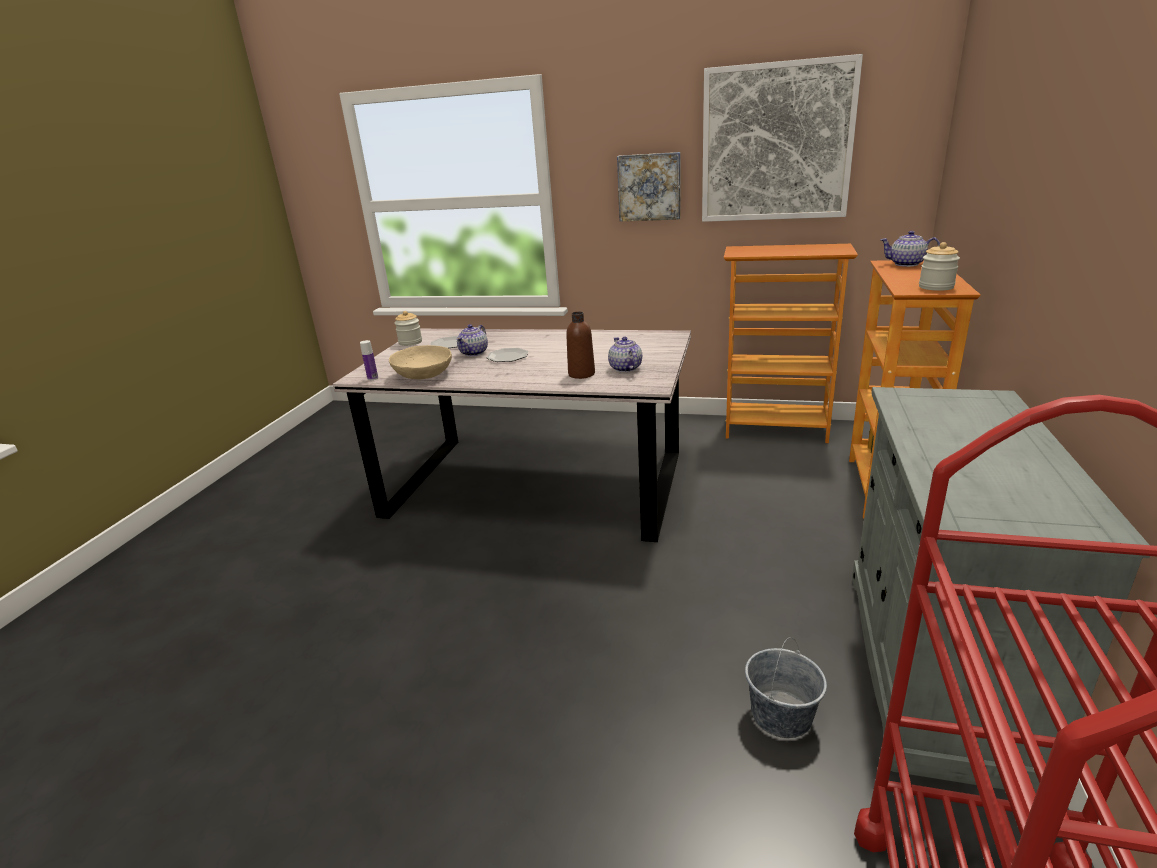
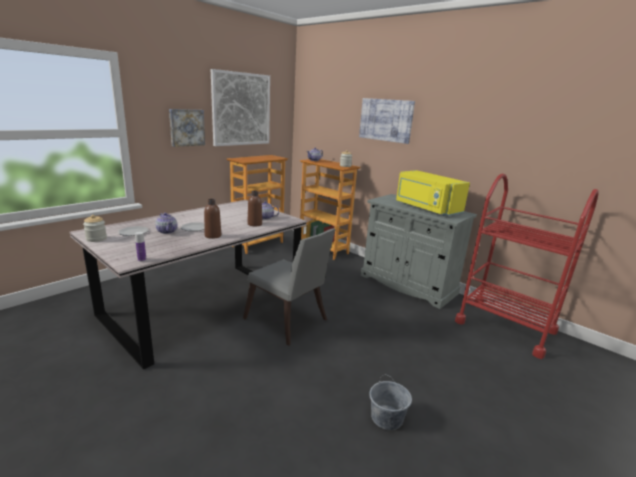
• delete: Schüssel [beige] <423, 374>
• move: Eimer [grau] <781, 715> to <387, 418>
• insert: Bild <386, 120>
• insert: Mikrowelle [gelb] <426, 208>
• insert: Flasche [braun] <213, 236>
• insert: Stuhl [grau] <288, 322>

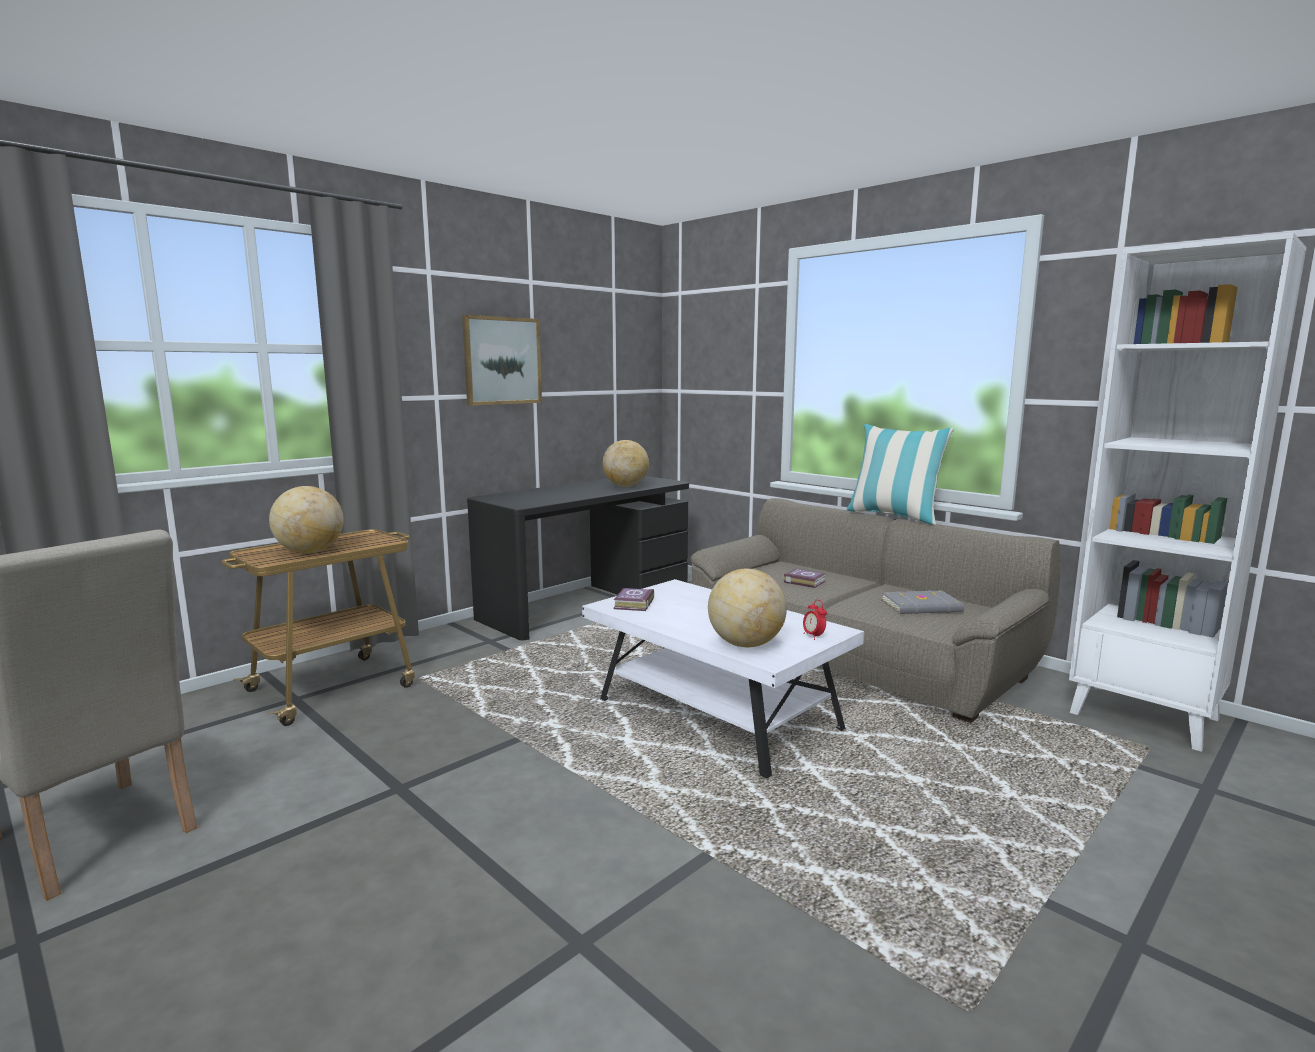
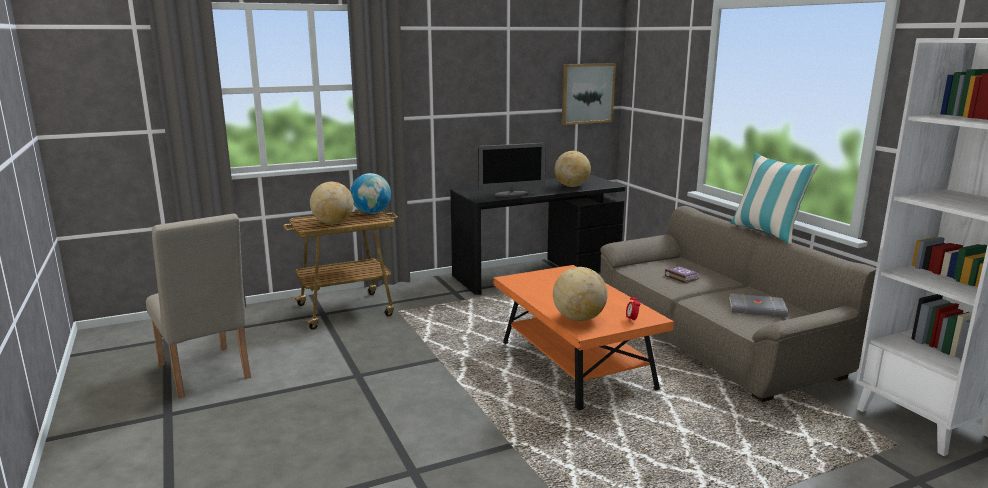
• move: Bild <502, 361> to <587, 93>
• recolor: Couchtisch [weiß] <716, 716> to Couchtisch [orange] <574, 366>
• delete: Buch <633, 604>
• insert: Monitor <511, 194>
• insert: Globus <371, 213>

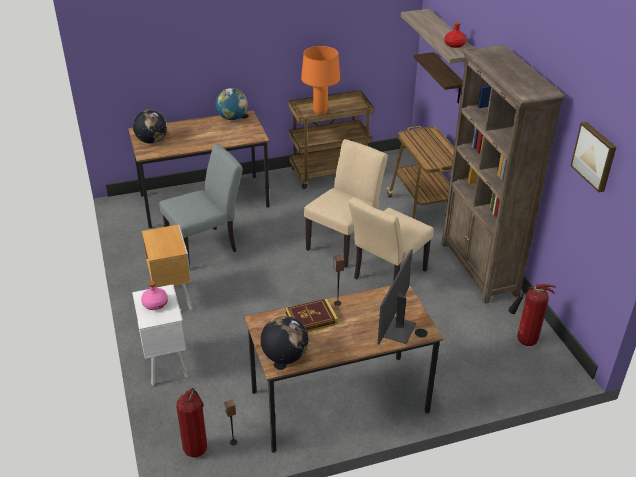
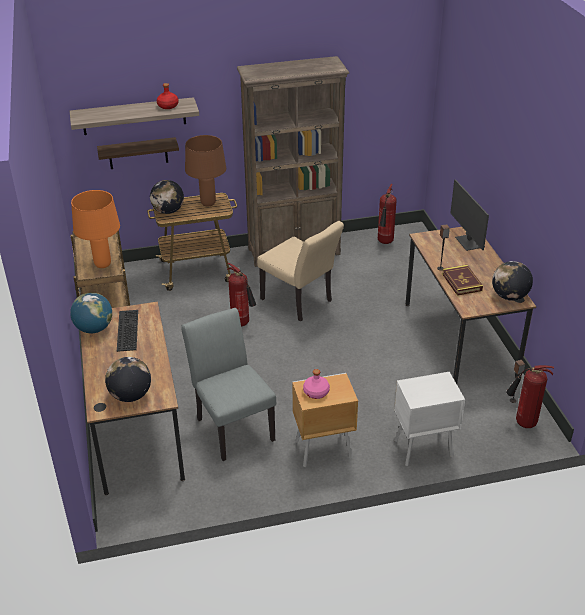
• delete: Bild <595, 156>
• replace: Stuhl [beige] <344, 242> to Feuerlöscher <242, 324>
• rotate: Monitor <398, 329> = <469, 242> 45 degrees clockwise
• move: Flasche [rosa] <155, 303> to <316, 392>
• insert: Tischlampe [braun] <208, 203>
• insert: Globus <168, 211>
• insert: Tastatur <126, 330>

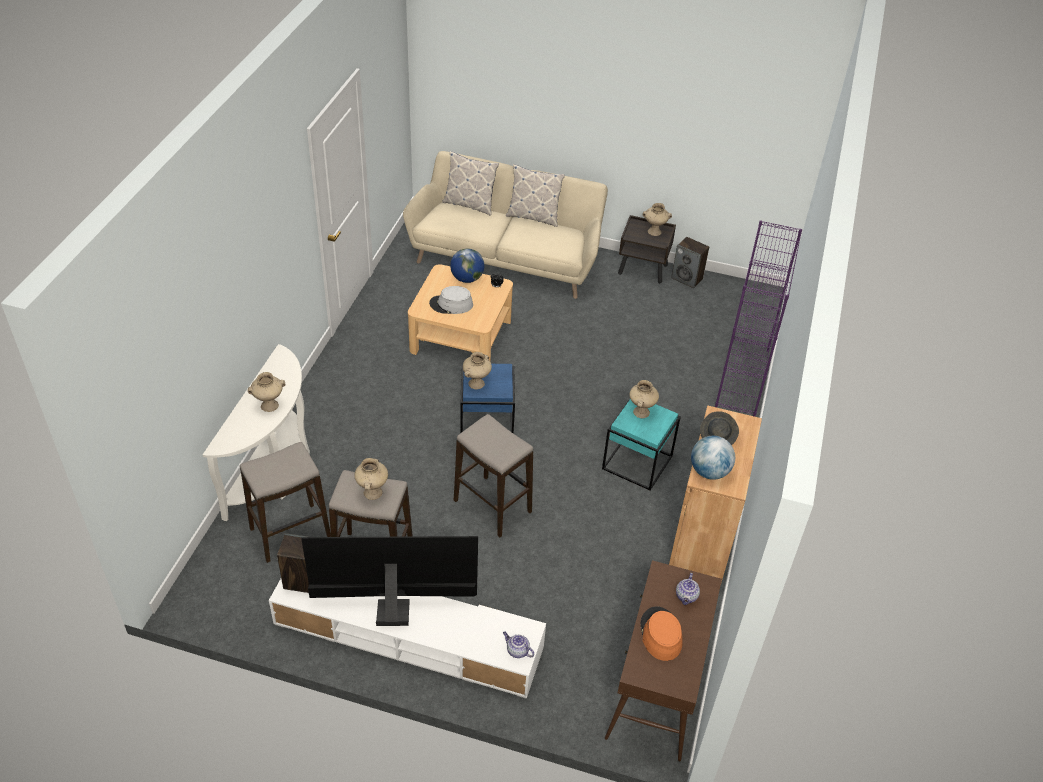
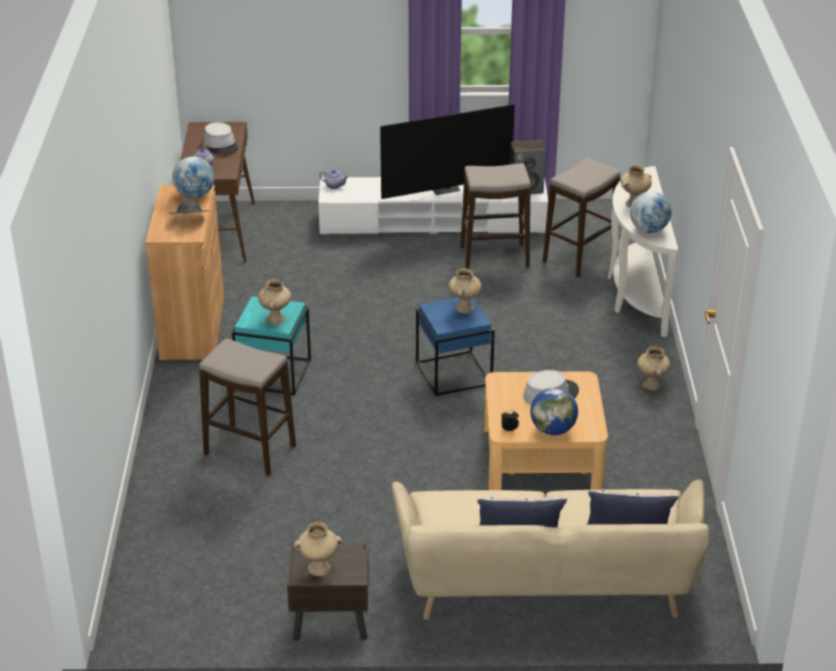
• delete: Bücherregal [lila] <742, 380>
• delete: Lautsprecher <687, 278>
• move: Hocker <492, 506> to <250, 450>
• move: Vase [beige] <372, 492> to <651, 385>
• recolor: Hut [orange] <660, 634> to Hut [grau] <221, 145>
• insert: Globus <649, 230>

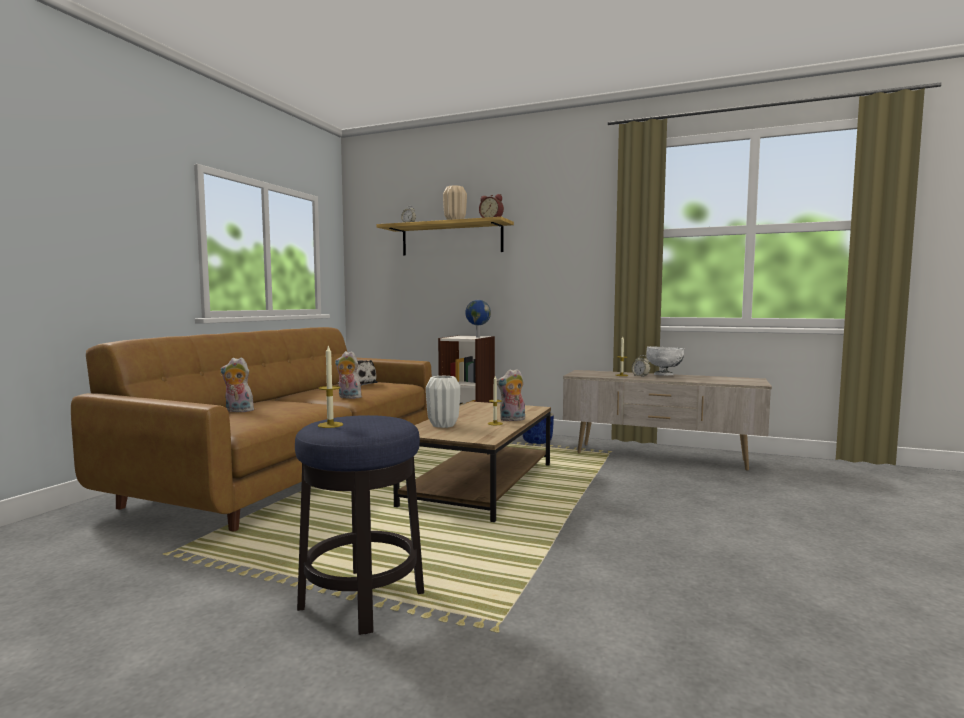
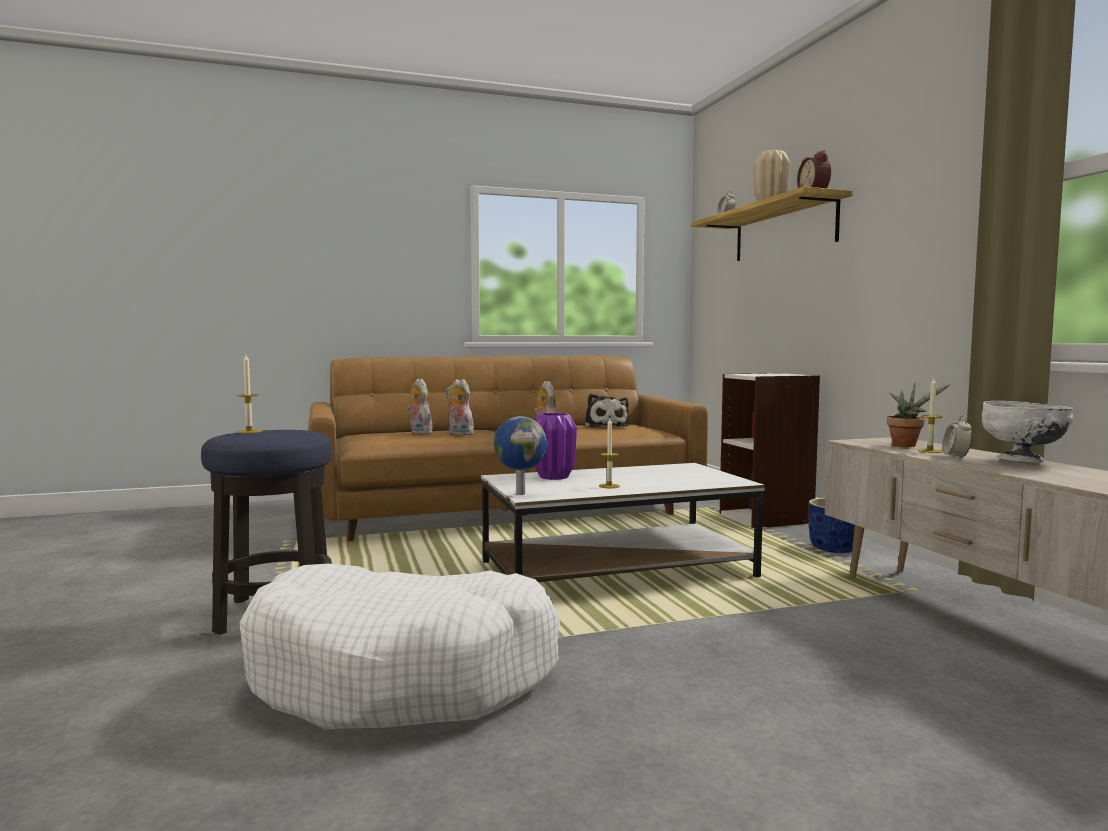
• move: Globus <477, 337> to <520, 493>
• move: Plüschtier <512, 420> to <458, 434>
• recolor: Vase [weiß] <443, 425> to Vase [lila] <554, 477>
• recolor: Couchtisch [braun] <480, 483> to Couchtisch [weiß] <618, 569>
• insert: Topfpflanze <907, 445>
• insert: Hundebett [weiß] <404, 675>

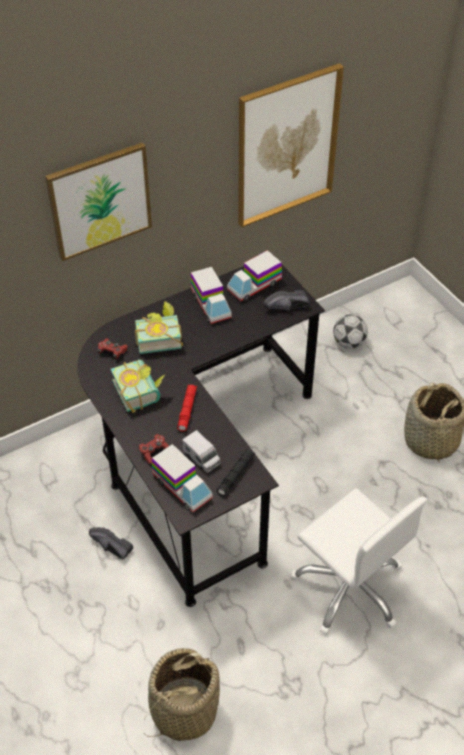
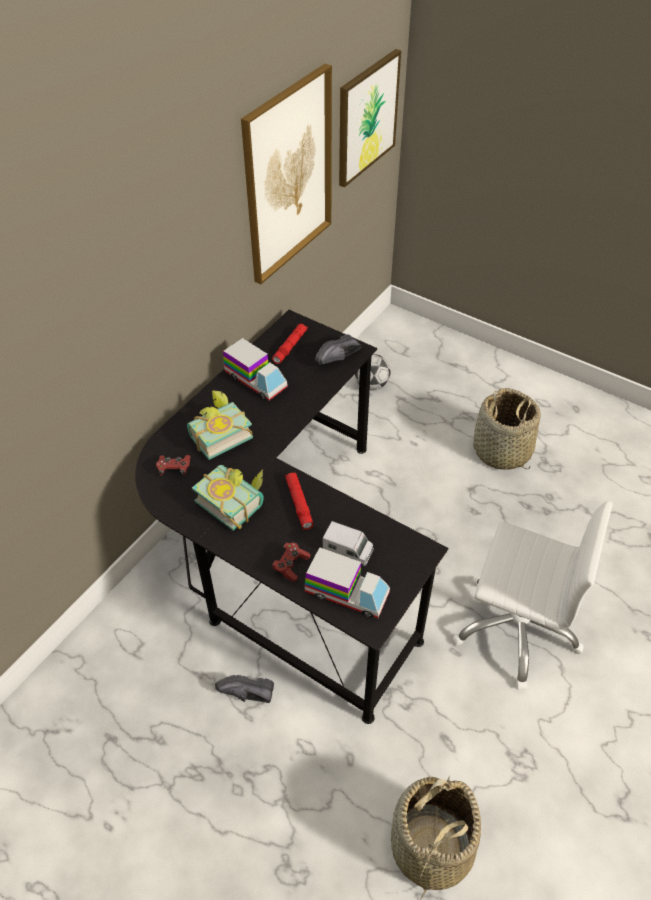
• move: Bild <100, 201> to <367, 118>
• replace: Spielzeuglaster <254, 286> to Taschenlampe [rot] <290, 347>
• delete: Taschenlampe [schwarz] <236, 475>

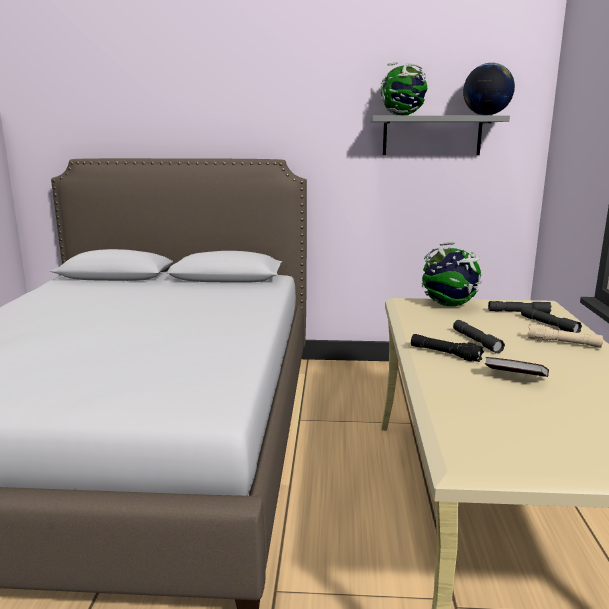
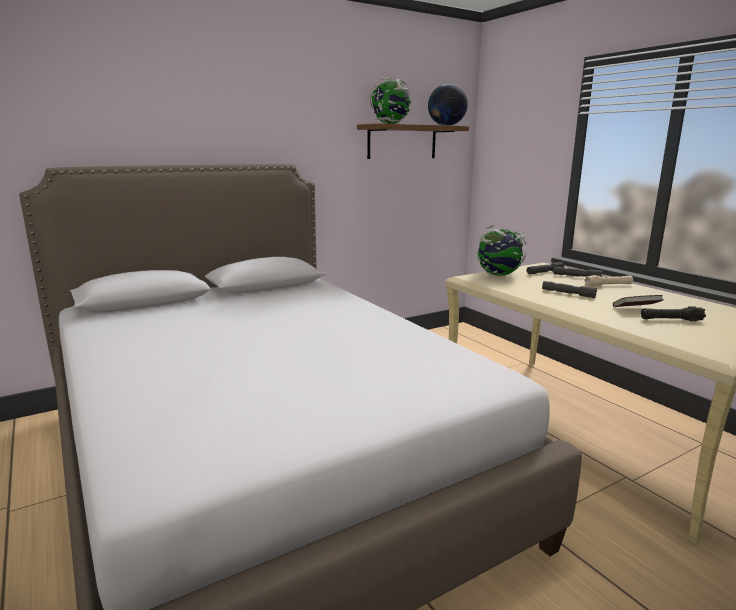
• recolor: Wandregal [grau] <432, 135> to Wandregal [braun] <402, 142>
• move: Taschenlampe [schwarz] <445, 354> to <671, 320>

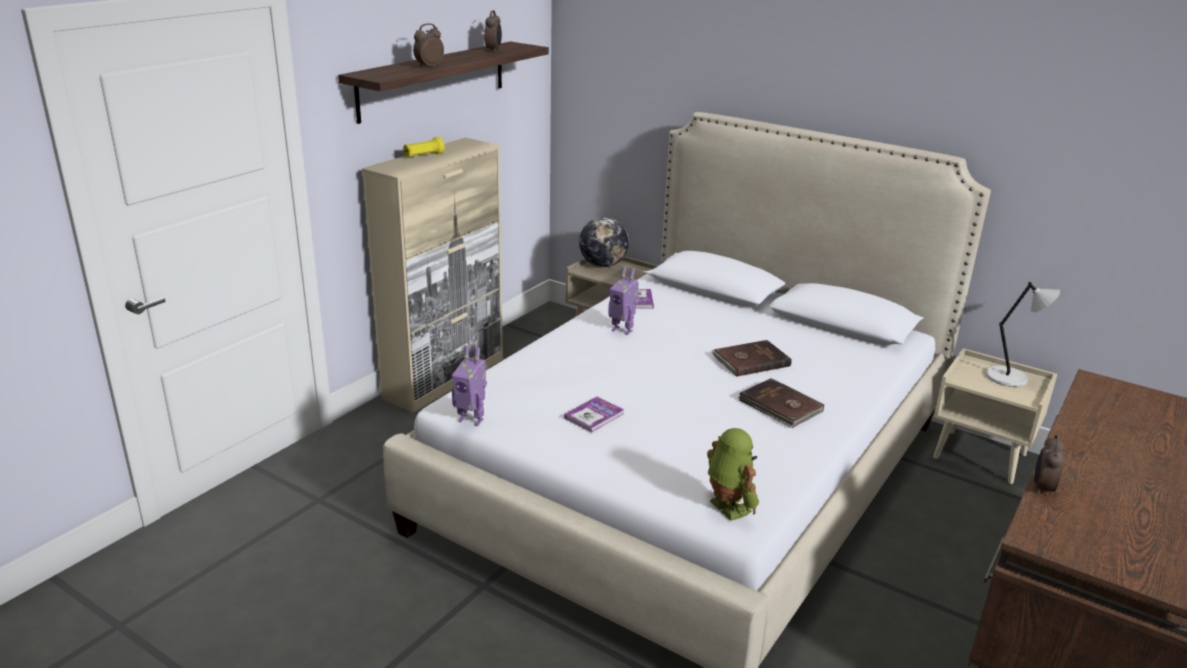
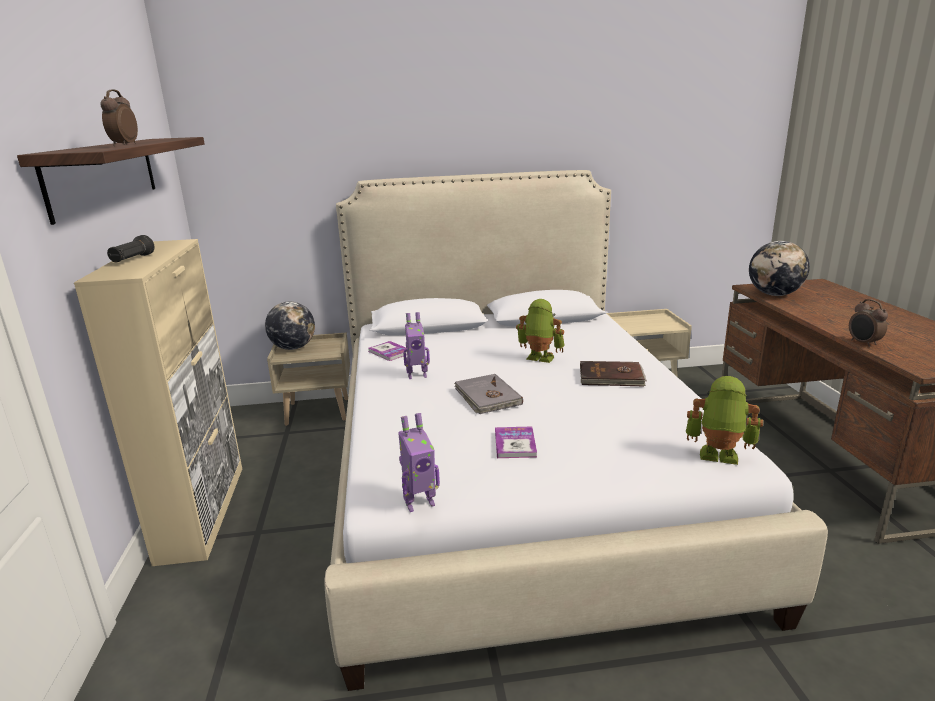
• delete: Wecker <493, 50>
• recolor: Taschenlampe [gelb] <423, 156> to Taschenlampe [schwarz] <132, 259>
• delete: Tischlampe [grau] <1009, 378>
• replace: Buch [braun] <750, 360> to Spielzeugroboter <539, 358>
• insert: Globus <774, 294>
• insert: Buch [grau] <487, 397>

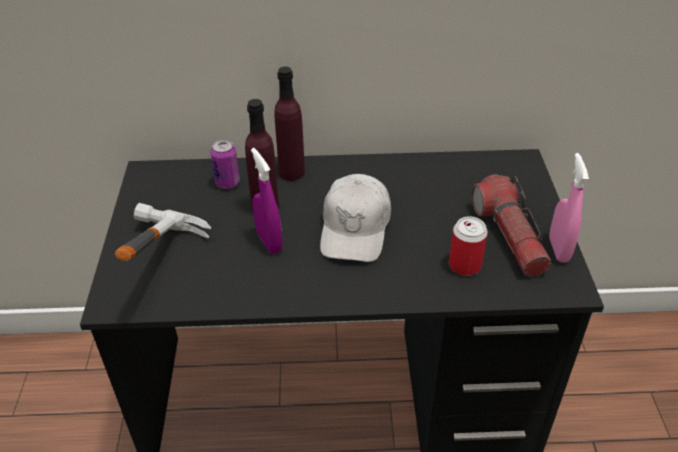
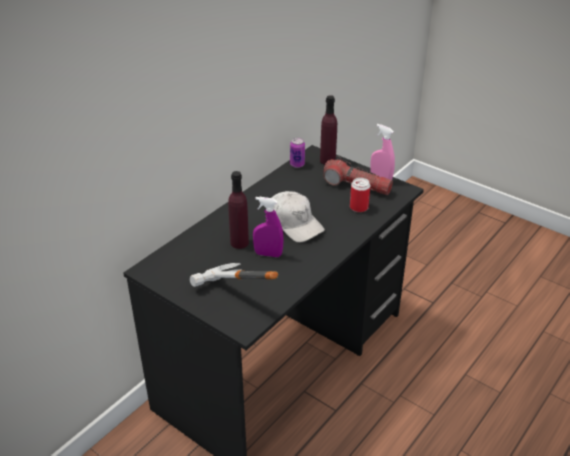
• move: Flasche [lila] <291, 172> to <327, 160>
• move: Dose <227, 183> to <297, 165>

